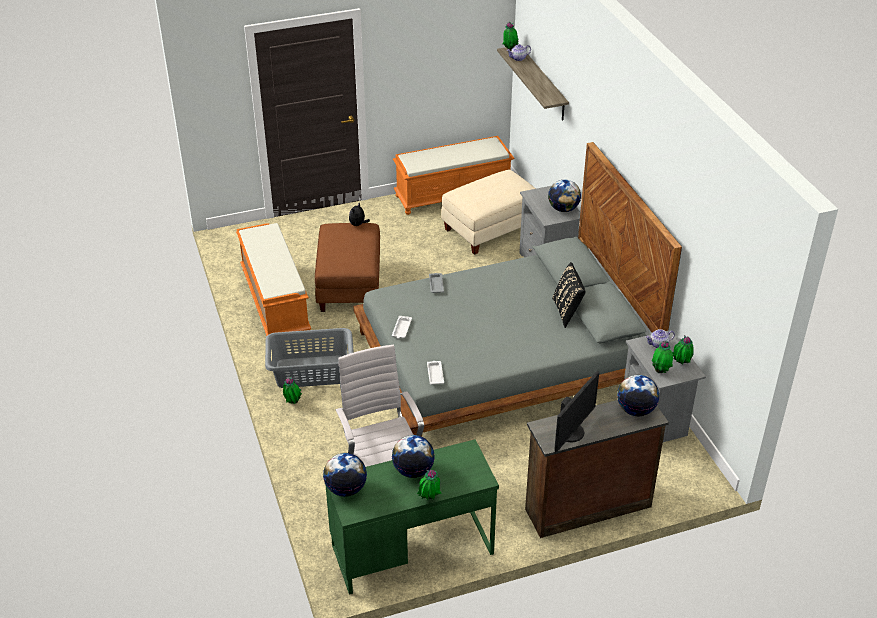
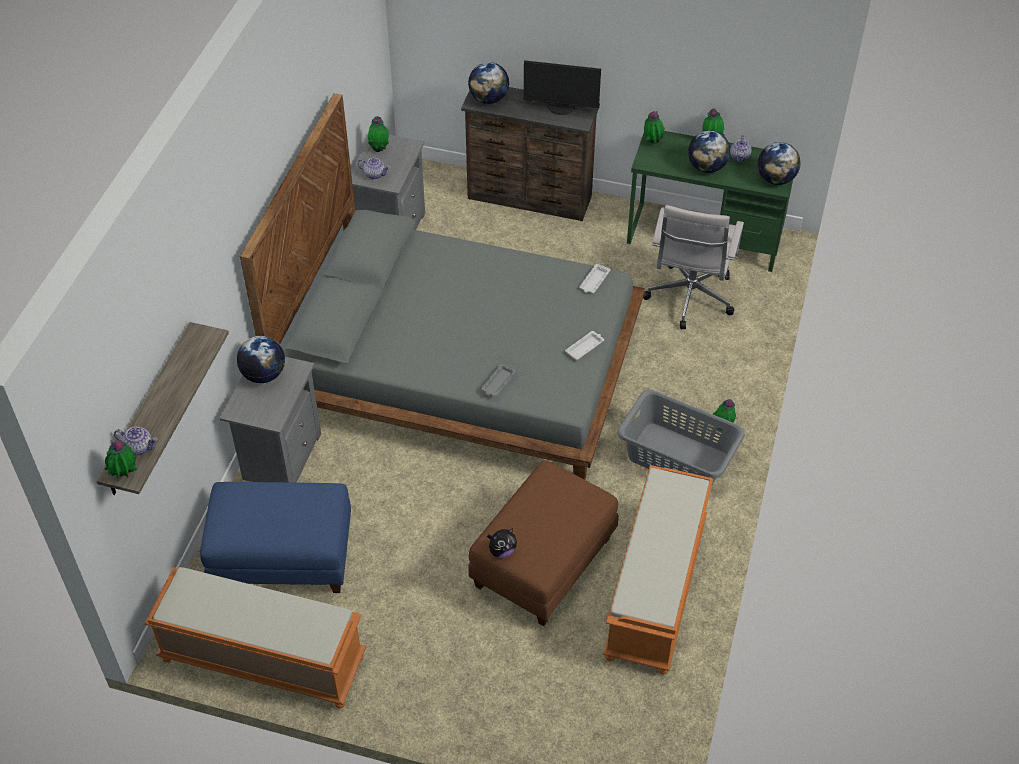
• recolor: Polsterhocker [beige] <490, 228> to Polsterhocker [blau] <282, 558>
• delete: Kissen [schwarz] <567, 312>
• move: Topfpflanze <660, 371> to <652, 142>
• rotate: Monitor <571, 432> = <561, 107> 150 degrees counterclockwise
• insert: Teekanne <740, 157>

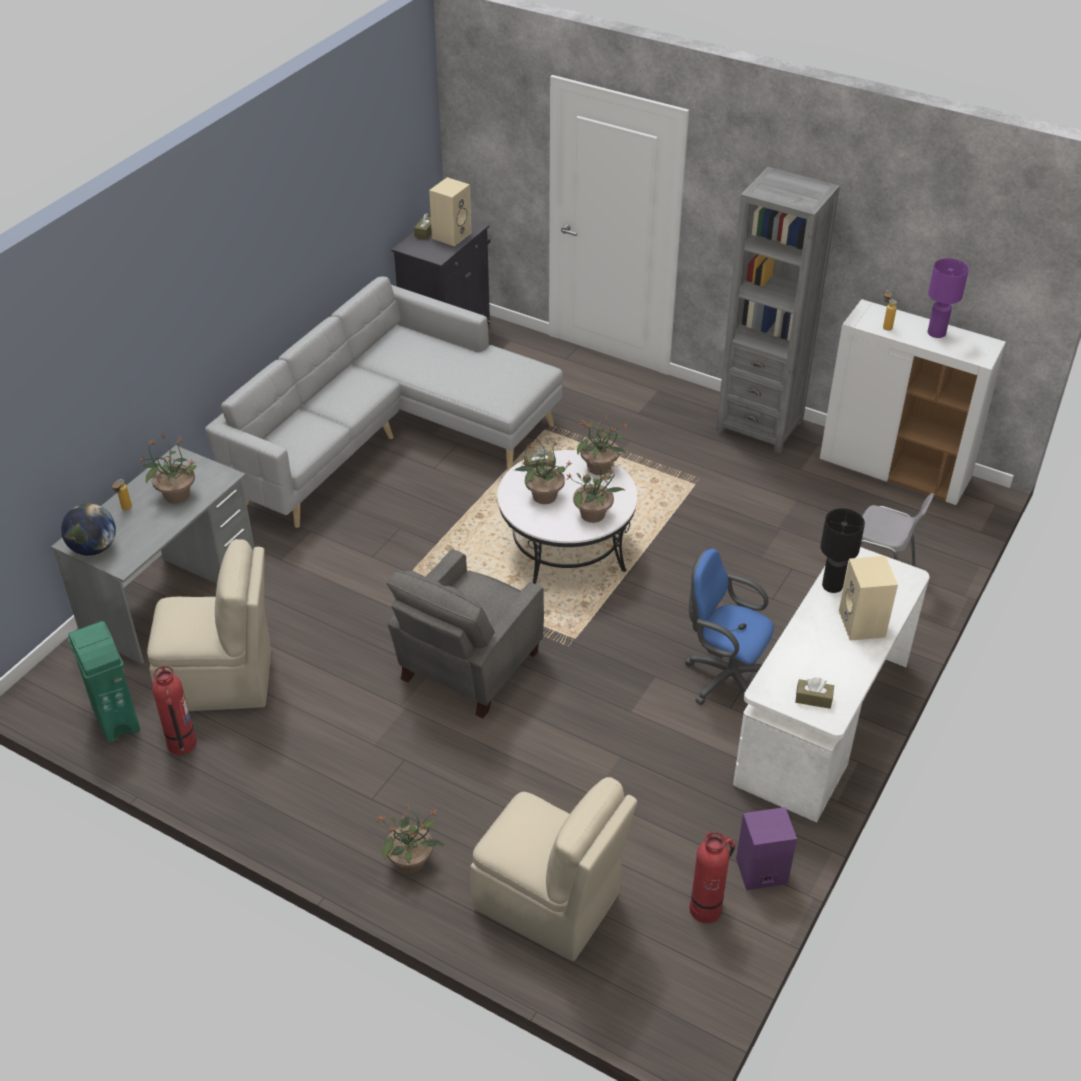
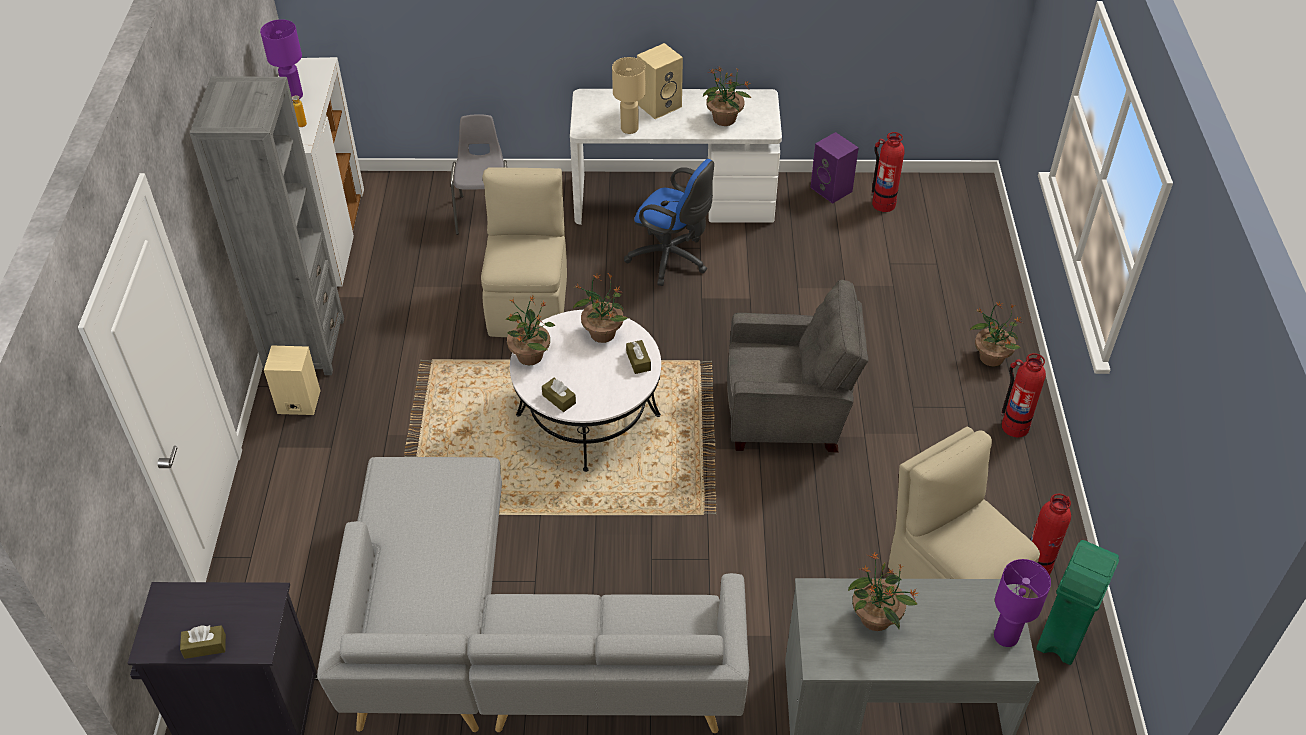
• move: Lautsprecher [beige] <451, 235> to <297, 402>
• move: Topfpflanze <543, 496> to <724, 119>
• delete: Flasche <125, 510>
• replace: Globus <93, 548> to Tischlampe [lila] <1006, 637>
• recolor: Tischlampe [schwarz] <832, 586> to Tischlampe [beige] <629, 128>
• rotate: Bürostuhl [blau] <725, 678> = <672, 260> 60 degrees counterclockwise
• move: Taschentuchbox [braun] <813, 699> to <638, 361>
• move: Stuhl [beige] <549, 904> to <529, 302>
• insert: Feuerlöscher <1014, 426>

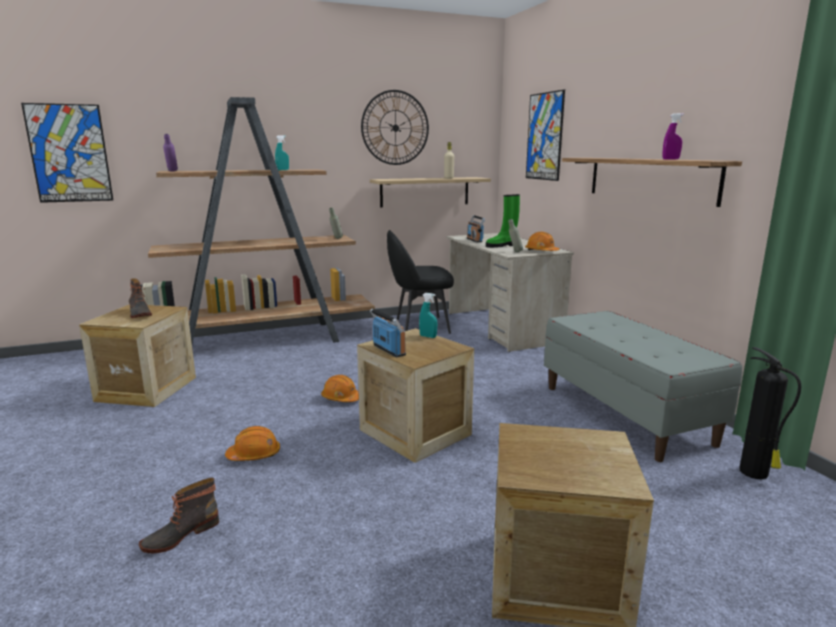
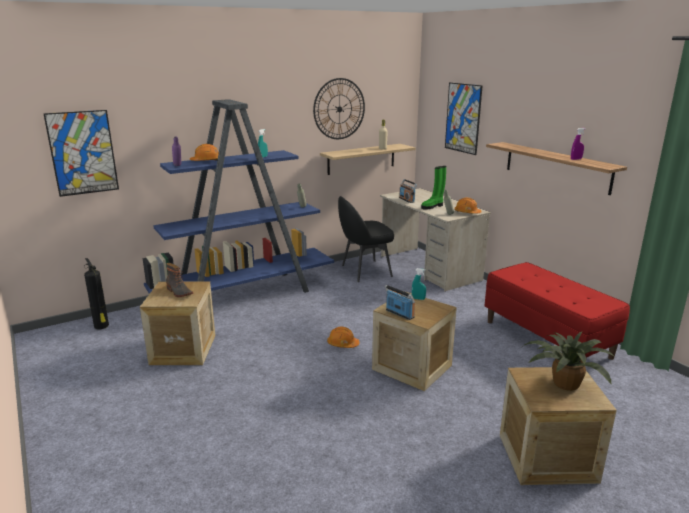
• recolor: Bücherregal [braun] <263, 340> to Bücherregal [blau] <245, 295>
• recolor: Bank [grau] <625, 414> to Bank [rot] <547, 339>
• move: Feuerlöscher <755, 473> to <101, 326>
• move: Schutzhelm [orange] <254, 455> to <206, 161>
• delete: Stiefel <180, 535>
• insert: Topfpflanze <563, 383>

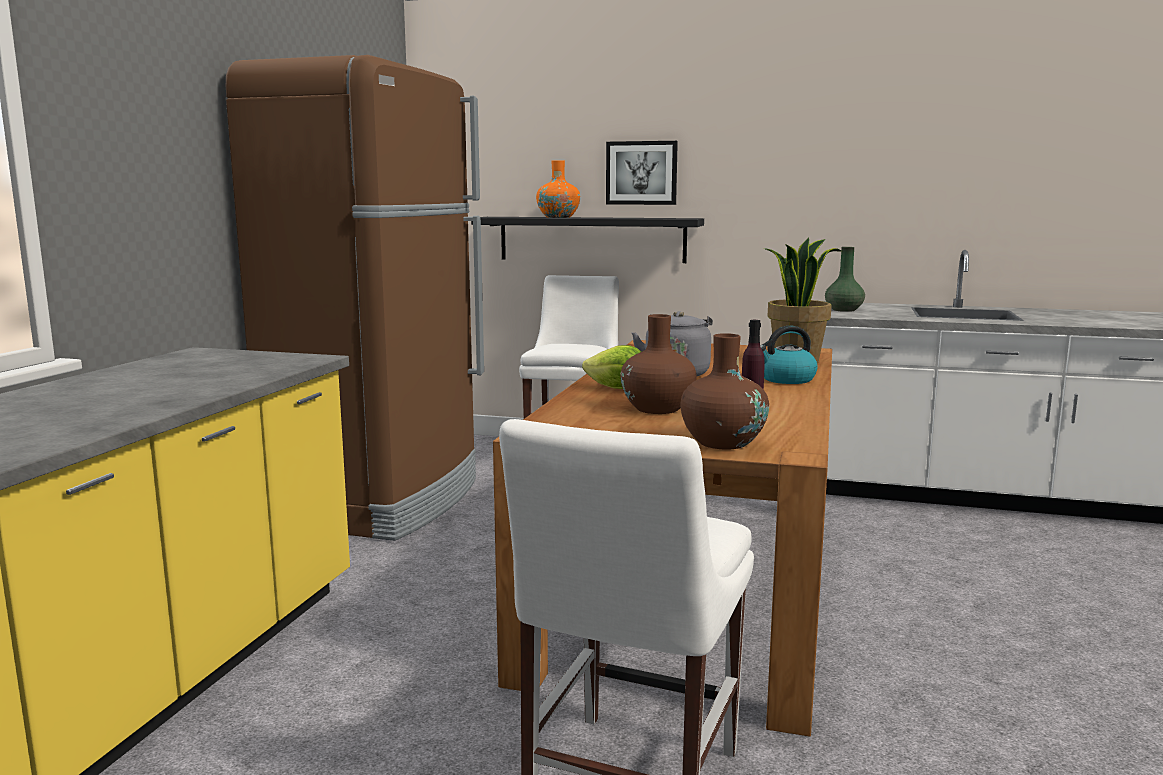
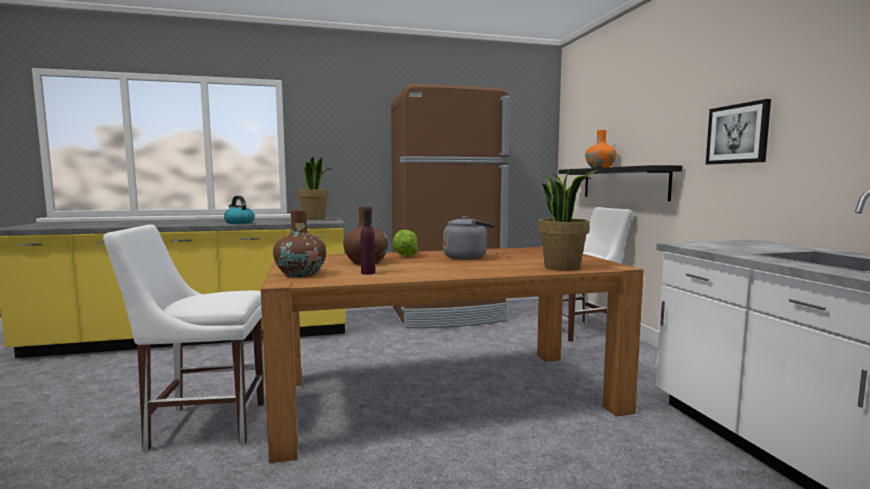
• move: Bild <641, 173> to <738, 134>
• delete: Vase [grün] <843, 310>
• move: Wasserkessel <786, 379> to <239, 223>
• insert: Topfpflanze <314, 219>

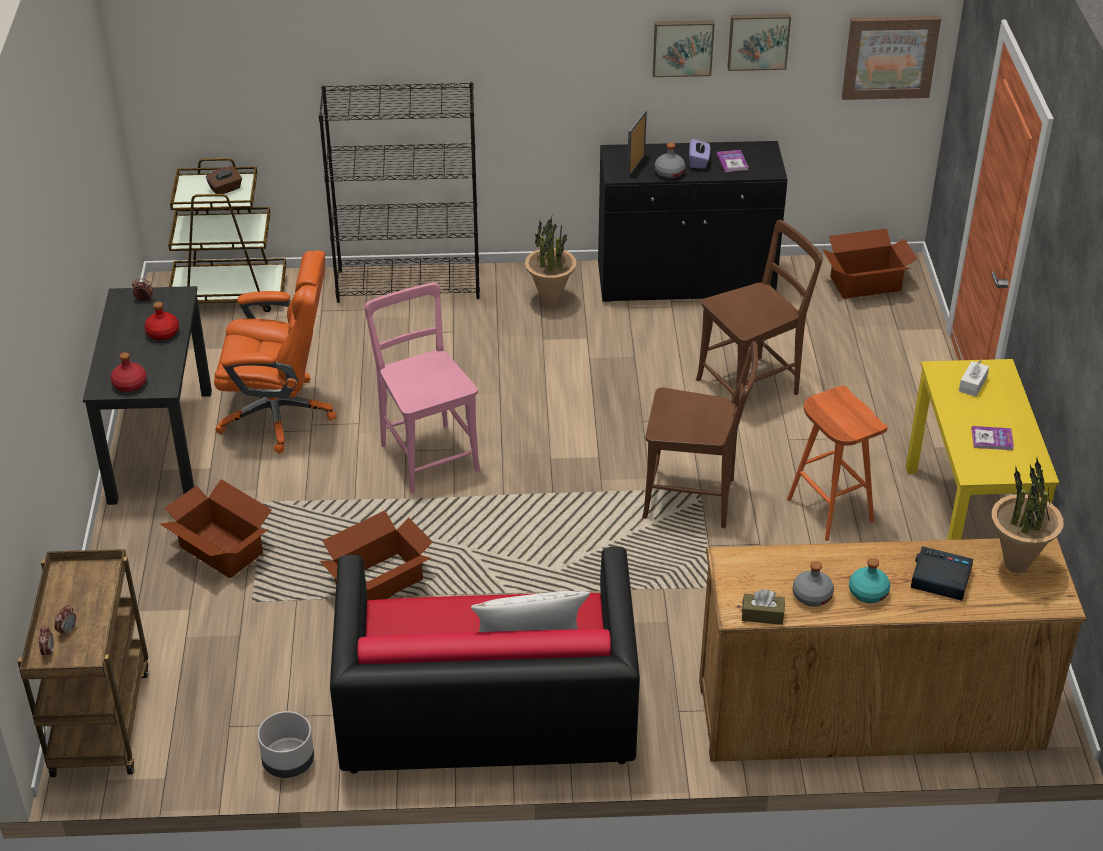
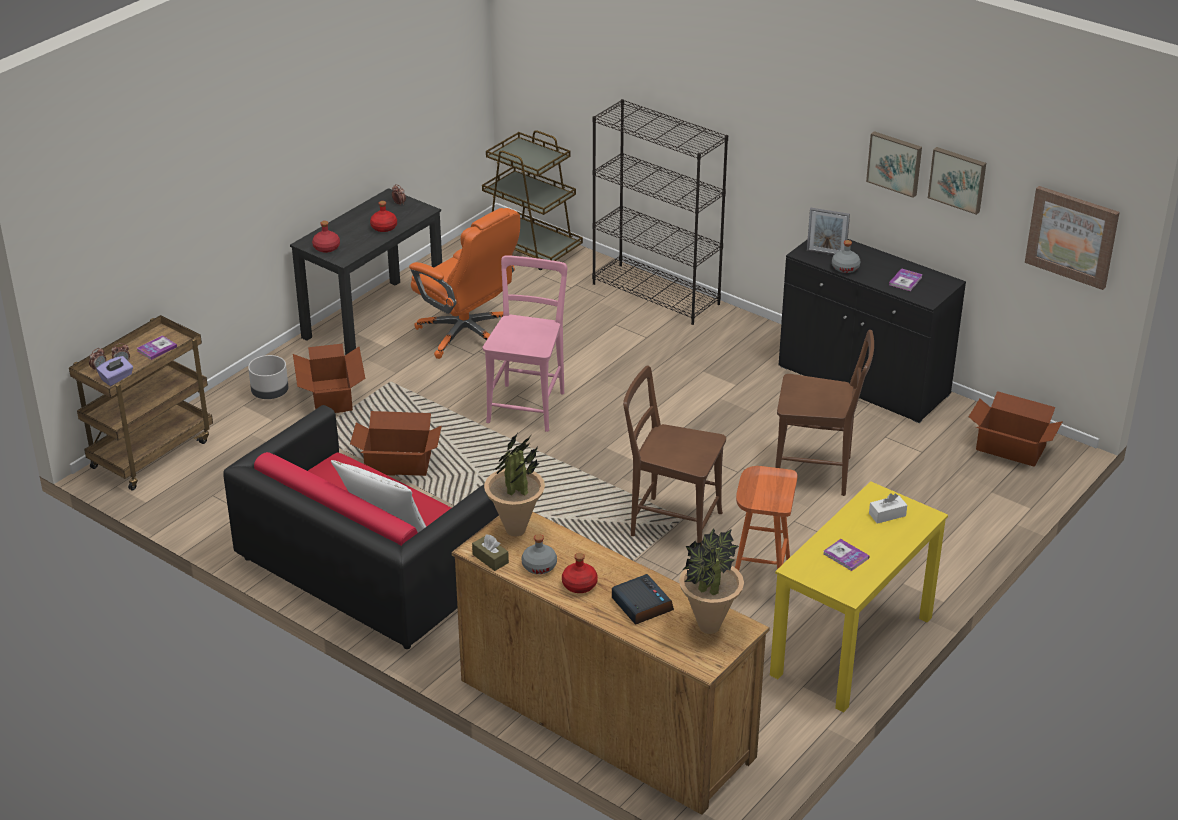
• rotate: Bilderrahmen <635, 166> = <826, 253> 135 degrees counterclockwise
• move: Taschentuchbox [lila] <699, 162> to <117, 379>
• delete: Taschentuchbox [braun] <225, 189>
• move: Topfpflanze <550, 301> to <515, 530>
• rotate: Stuhl [braun] <695, 499> = <671, 523> 150 degrees clockwise
• recolor: Flasche [türkis] <867, 592> to Flasche [rot] <579, 584>
• move: Pflanzkübel [grau] <288, 762> to <270, 393>
• insert: Buch <157, 348>

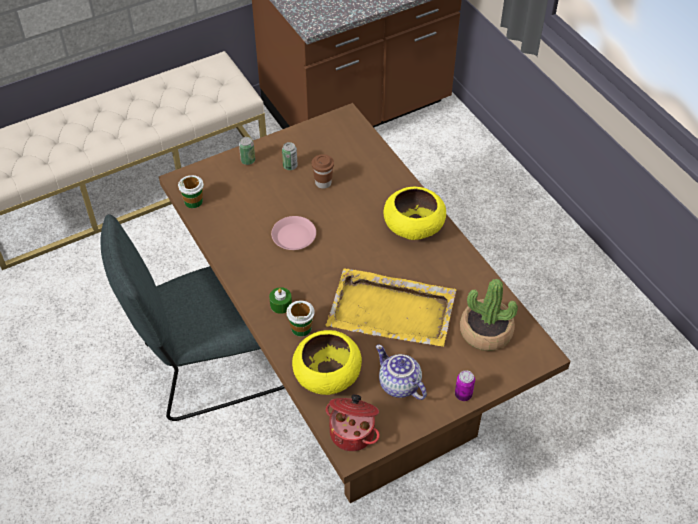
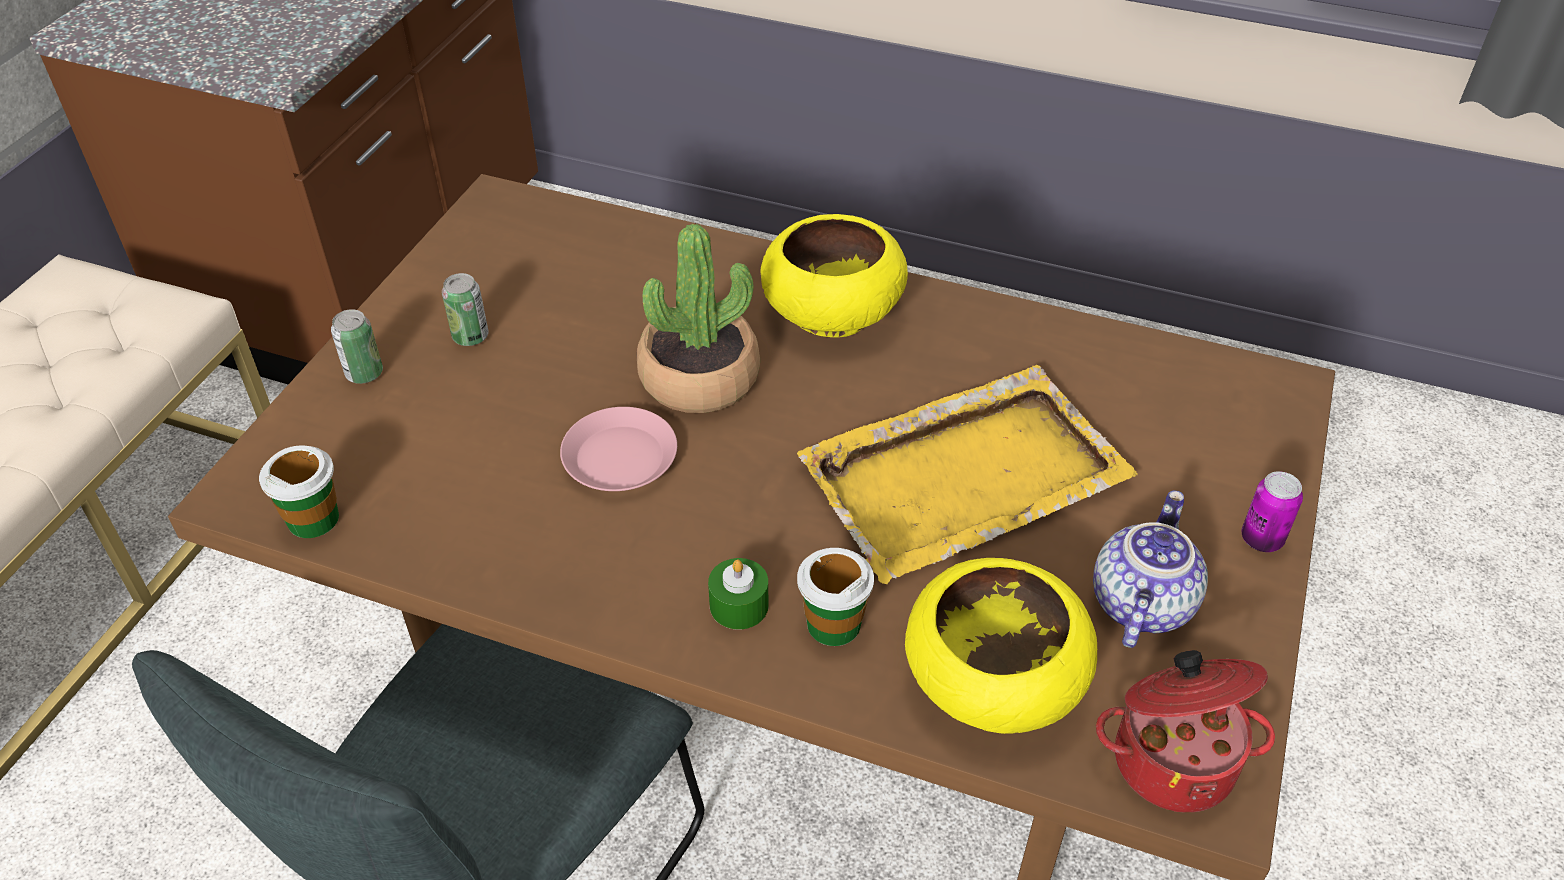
• delete: Tasse [braun] <323, 183>
• move: Topfpflanze <485, 332> to <699, 378>
• rotate: Teekanne <398, 385> = <1139, 602> 105 degrees clockwise

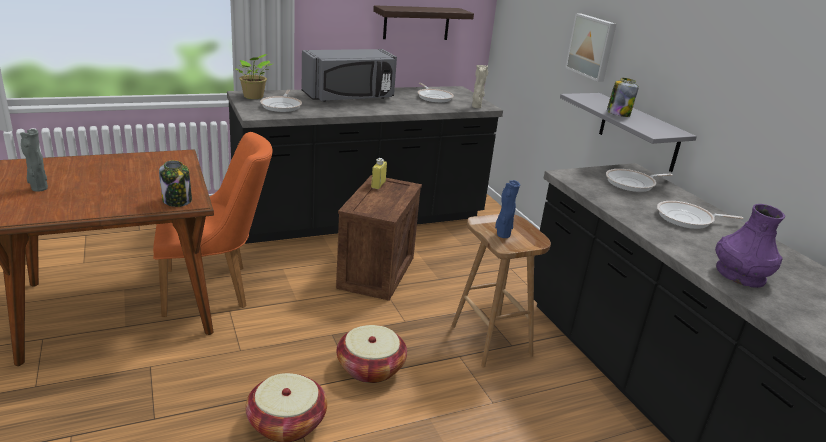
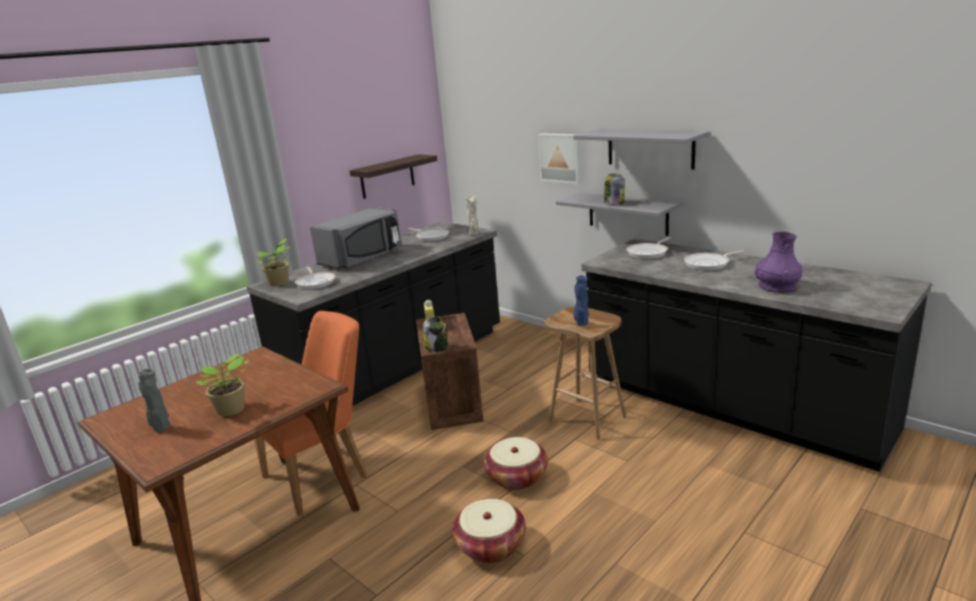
• move: Vorratsglas <177, 201> to <437, 347>
• insert: Wandregal [grau] <650, 148>
• insert: Topfpflanze <231, 411>

